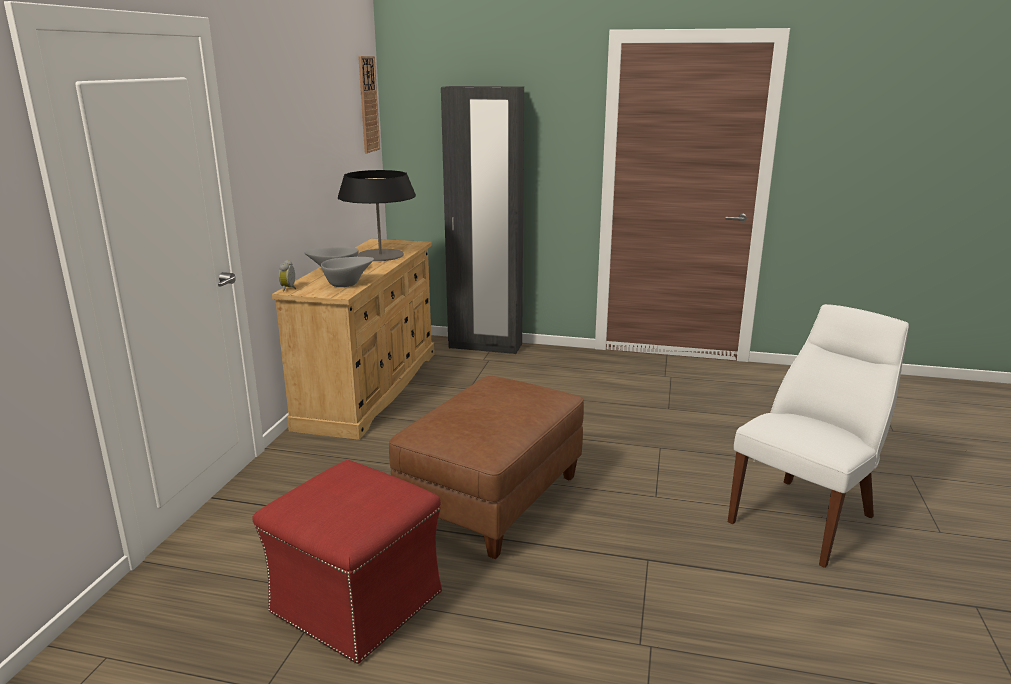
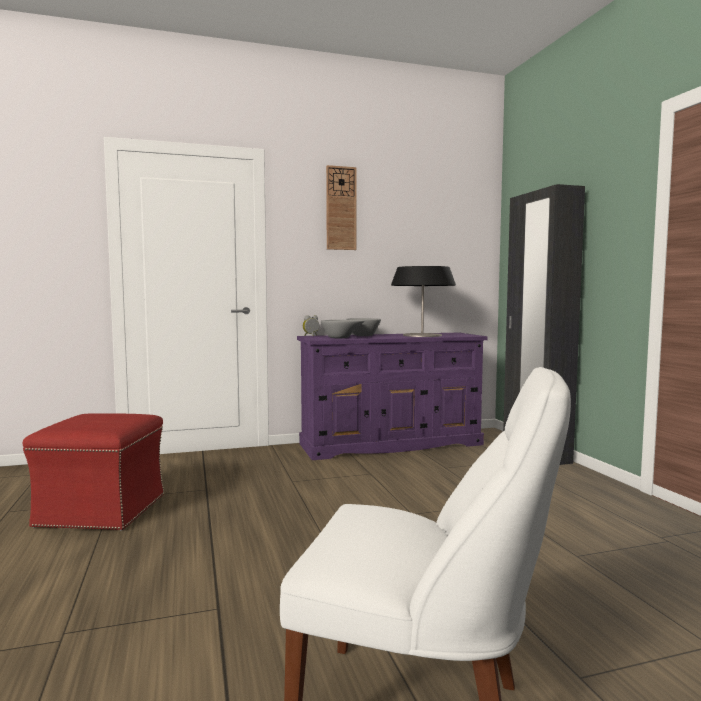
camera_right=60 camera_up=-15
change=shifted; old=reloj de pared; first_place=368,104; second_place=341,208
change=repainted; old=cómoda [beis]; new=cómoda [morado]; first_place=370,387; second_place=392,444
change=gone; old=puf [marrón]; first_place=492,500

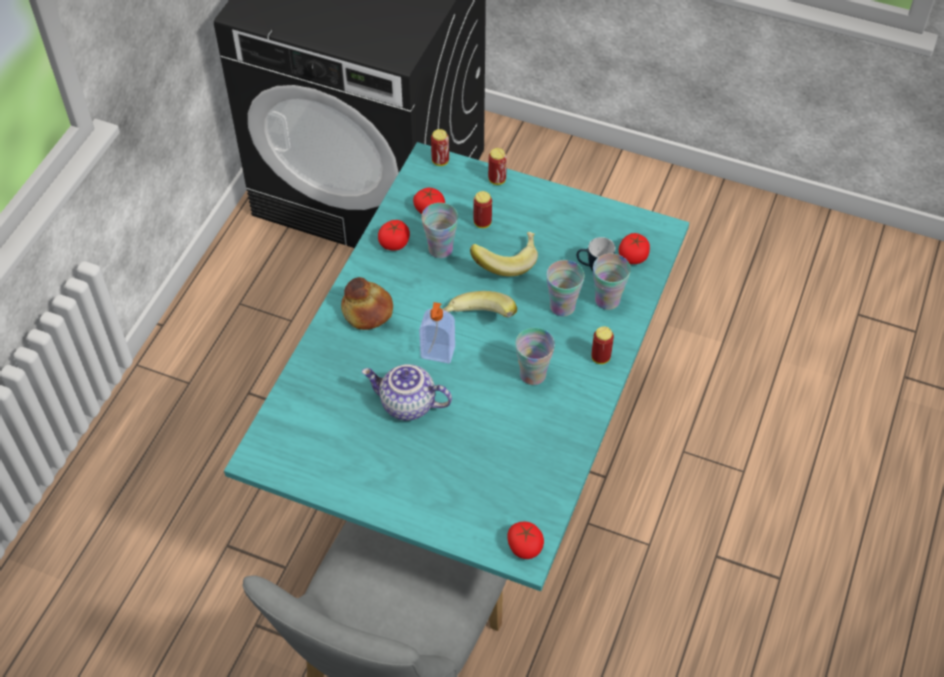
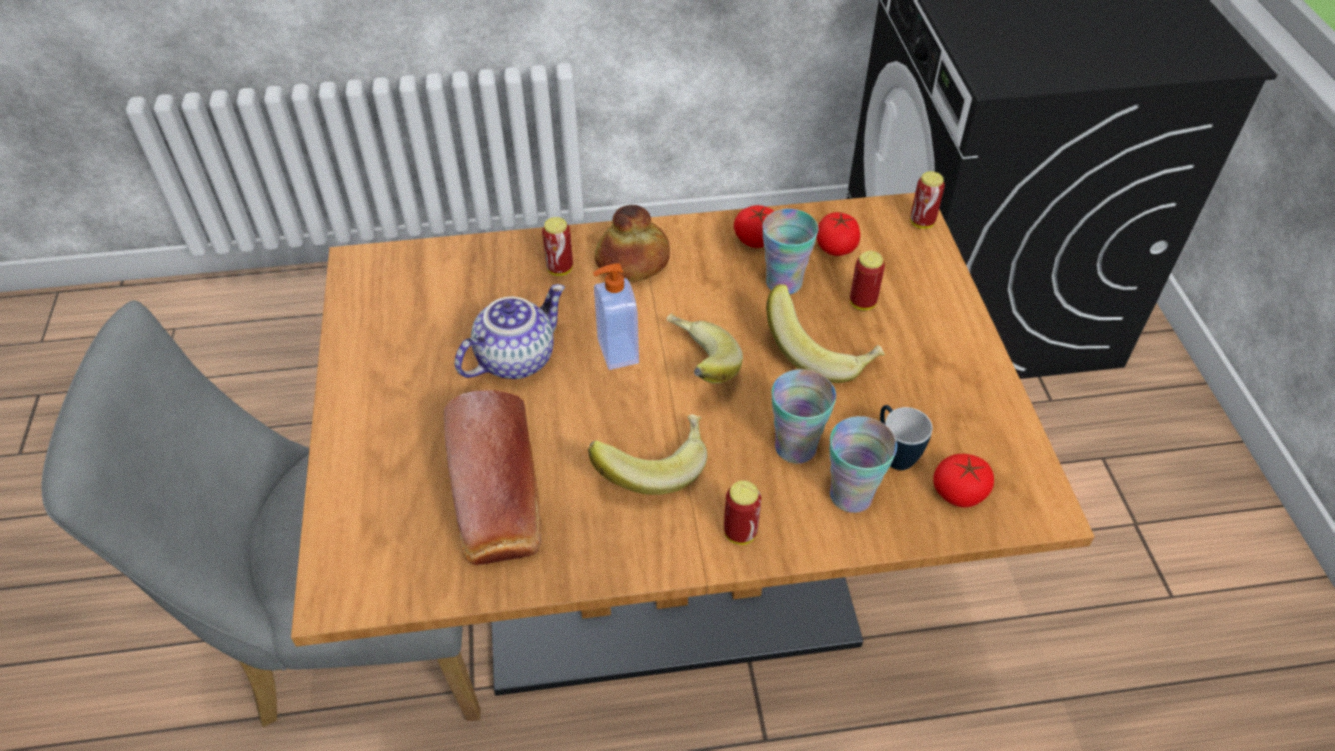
camera_right=60 camera_up=-5
change=repainted; old=mesa de comedor [turquesa]; new=mesa de comedor [marrón]; first_place=472,474; second_place=667,583
change=shifted; old=lata; first_place=497,180; second_place=560,269
change=swapped; old=taza; new=plátano; first_place=533,374; second_place=652,465
change=rotated; old=tetera; first_place=407,405; second_place=515,358; degrees=60
change=gone; old=tomate; first_place=525,546
change=new; new=pan; second_place=498,503

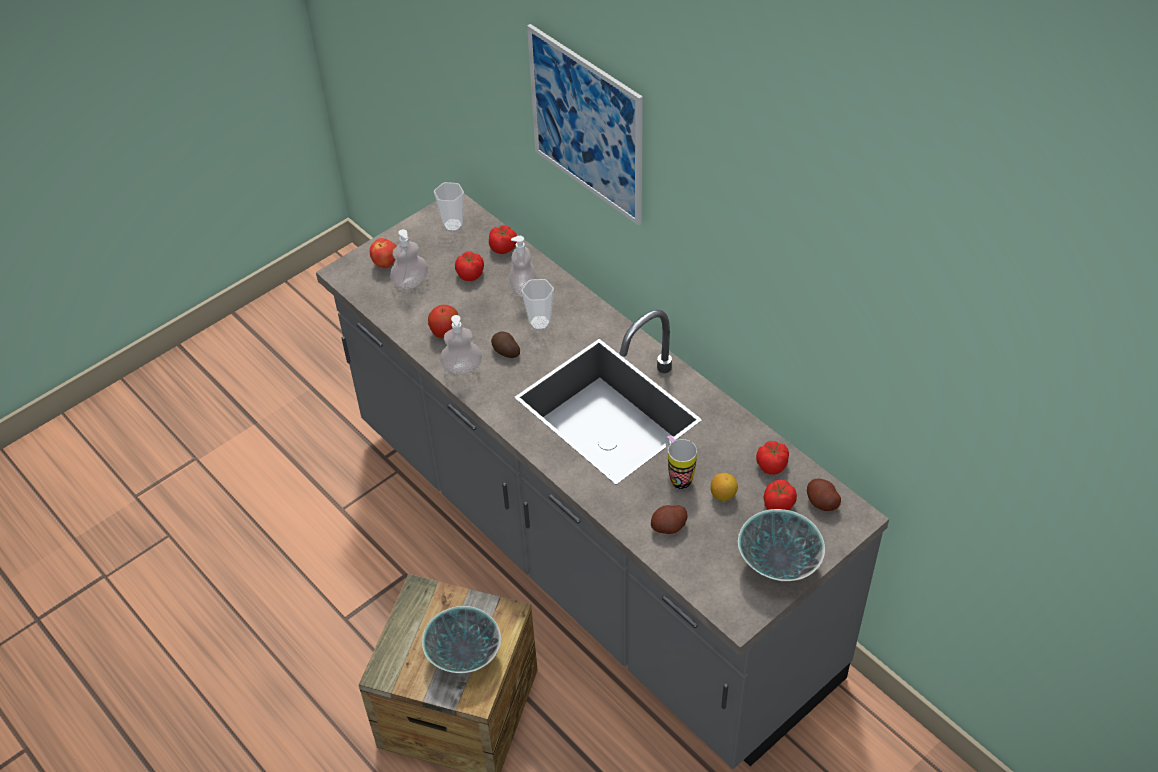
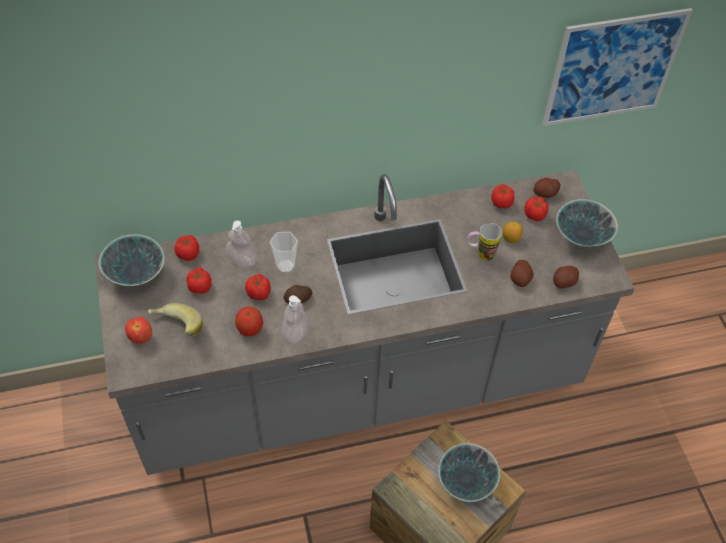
camera_right=-65 camera_up=5
change=shifted; old=cuadro; first_place=586,125; second_place=613,68
change=swapped; old=taza; new=cuenco; first_place=453,225; second_place=135,275
change=swapped; old=dispensador de jabón; new=plátano; first_place=411,282; second_place=176,329
change=new; new=patata; second_place=564,282
change=new; new=tomate; second_place=259,293

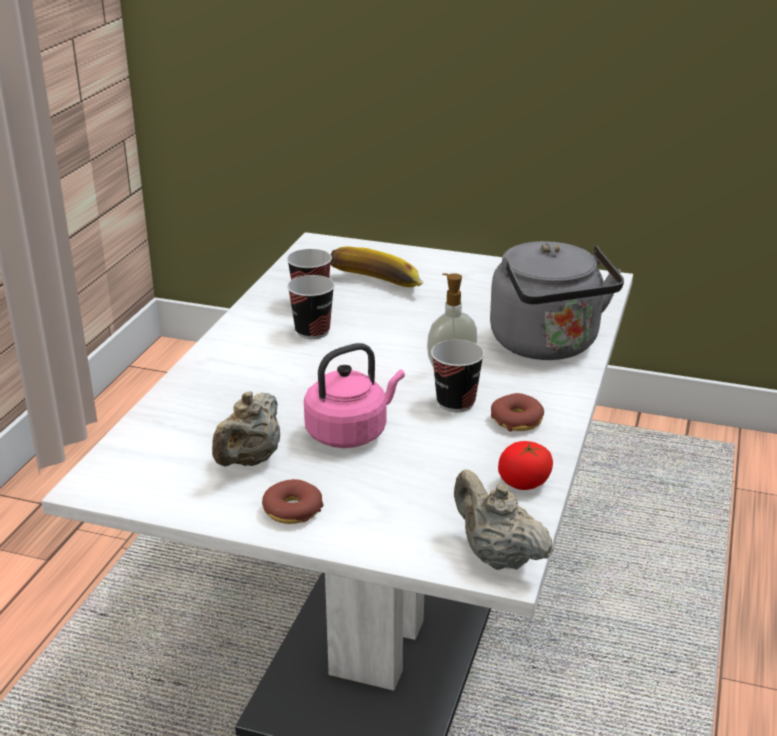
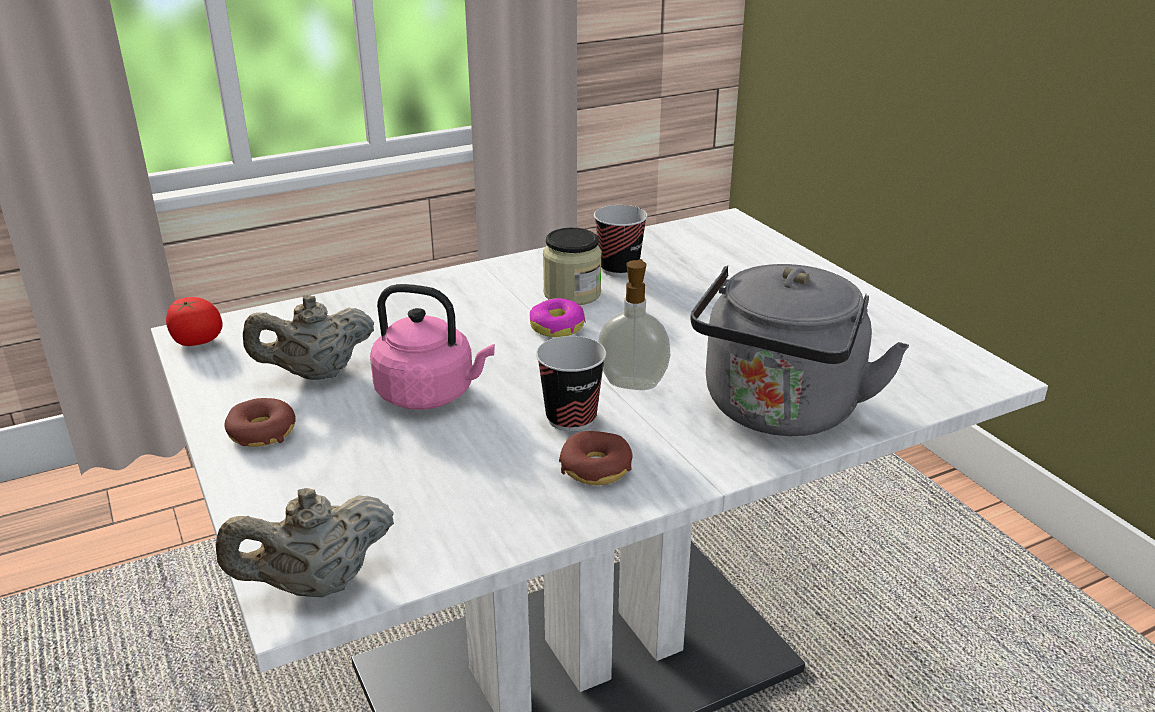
camera_right=45 camera_up=0
change=gone; old=plátano; first_place=374,285
change=swapped; old=taza; new=tarro; first_place=312,331; second_place=572,294
change=shifted; old=tomate; first_place=524,483; second_place=197,342
change=rotated; old=tetera [beis]; first_place=497,556; second_place=316,584; degrees=-120
change=new; new=rosquilla; second_place=557,327

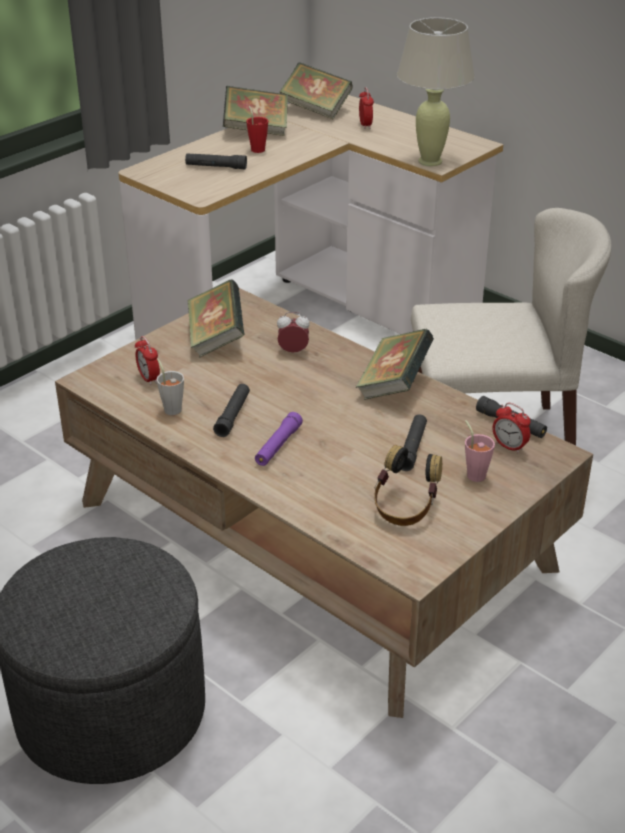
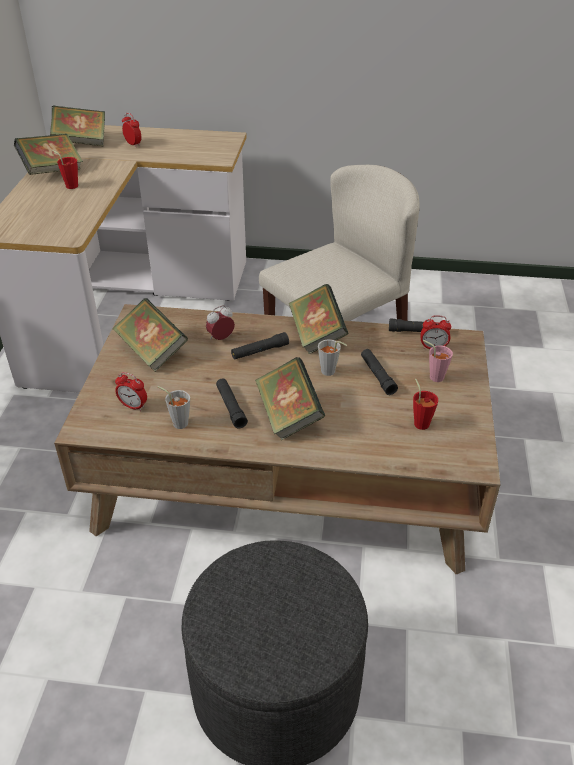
camera_right=-35 camera_up=5
change=gone; old=lámpara de mesa [beis]; first_place=430,161
change=shifted; old=linterna [negro]; first_place=216,167; second_place=260,351
change=swapped; old=linterna [morado]; new=libro; first_place=278,446; second_place=289,416
change=swapped; old=auriculares; new=taza [rojo]; first_place=405,508; second_place=420,421
change=new; new=taza [gris]; second_place=330,372

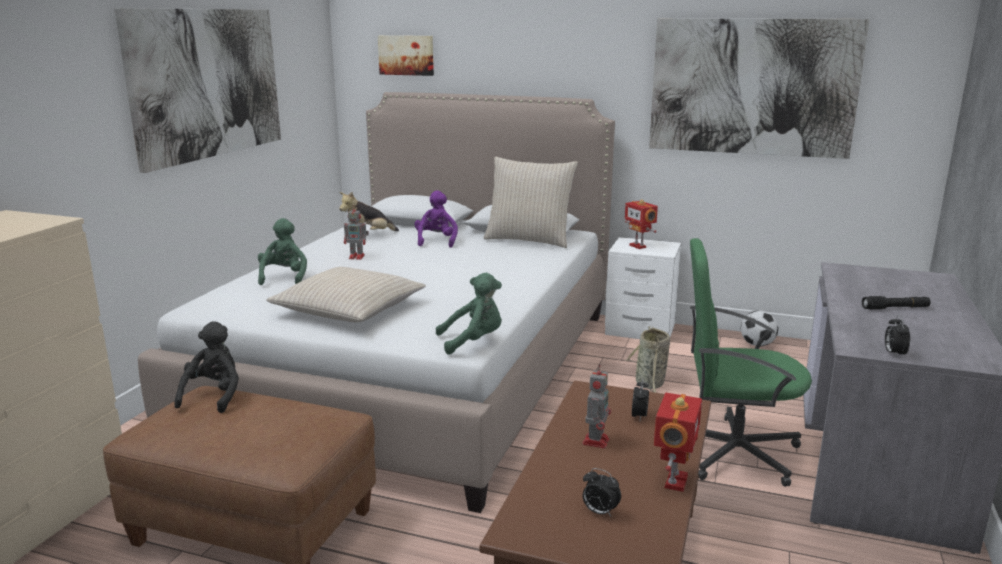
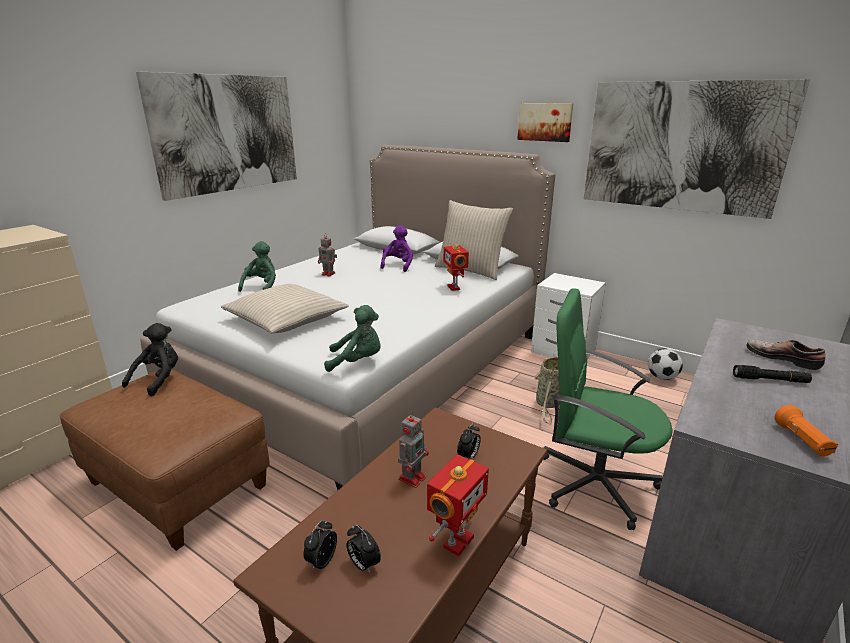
camera_right=15 camera_up=5
change=shifted; old=cuadro; first_place=406,55; second_place=545,122
change=gone; old=peluche; first_place=368,236
change=shifted; old=robot de juguete; first_place=638,246; second_place=454,287
change=shifted; old=despertador; first_place=894,354; second_place=321,561
change=new; new=zapato; second_place=782,358
change=new; new=linterna [naranja]; second_place=802,441

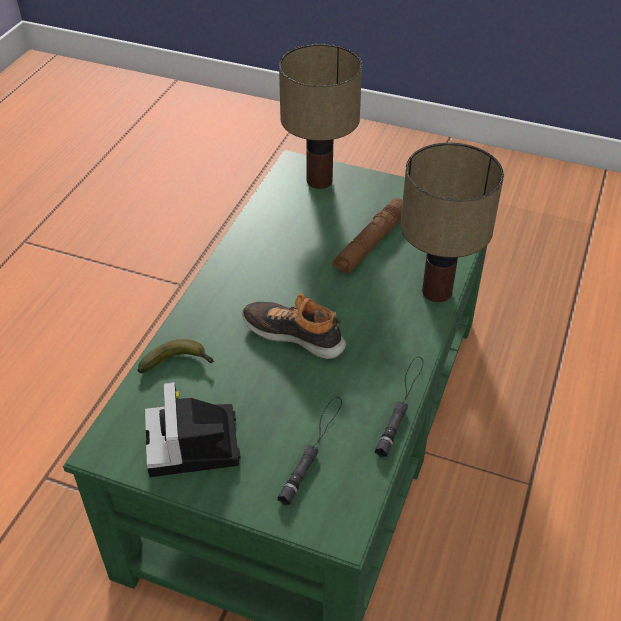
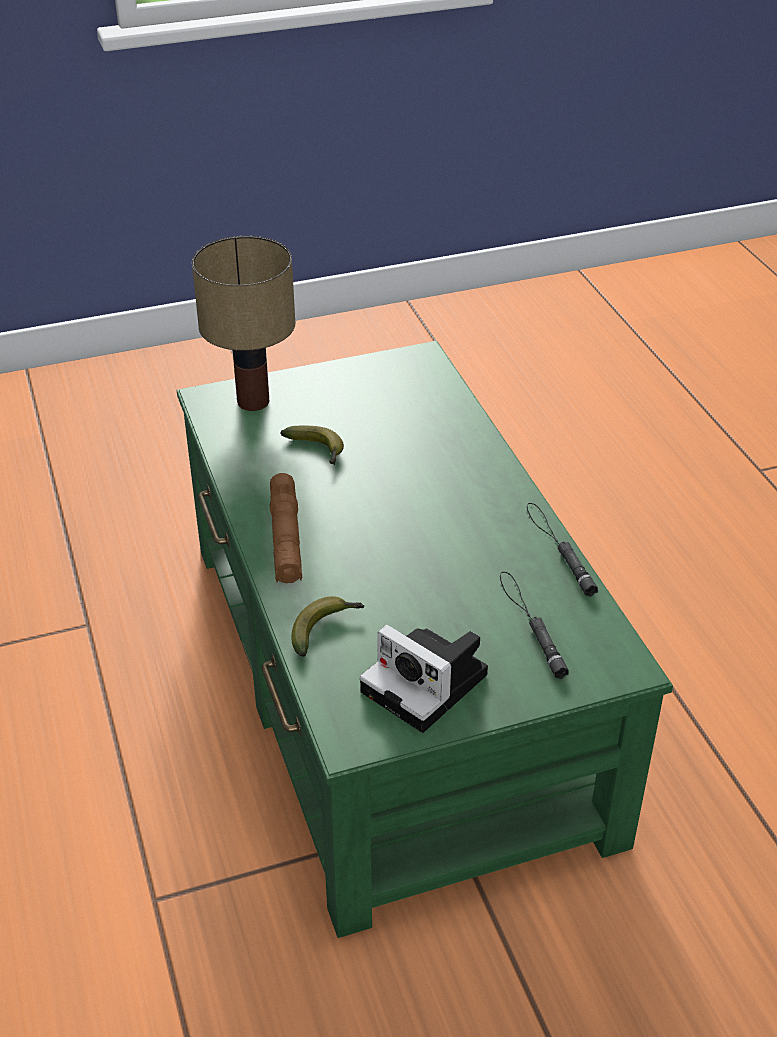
camera_right=-40 camera_up=-5
change=gone; old=lámpara de mesa; first_place=438,291
change=shifted; old=linterna [marrón]; first_place=370,243; second_place=286,538
change=gone; old=zapato; first_place=295,334
change=new; new=plátano; second_place=317,451

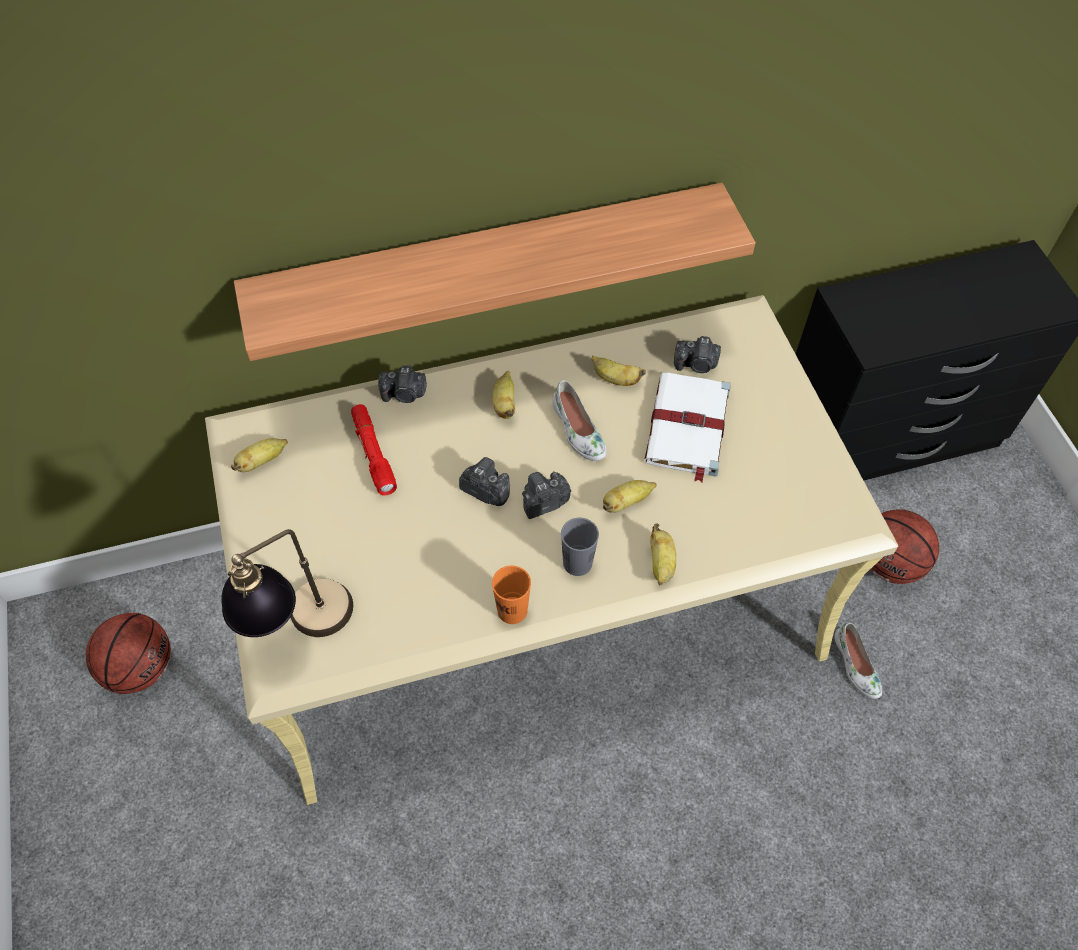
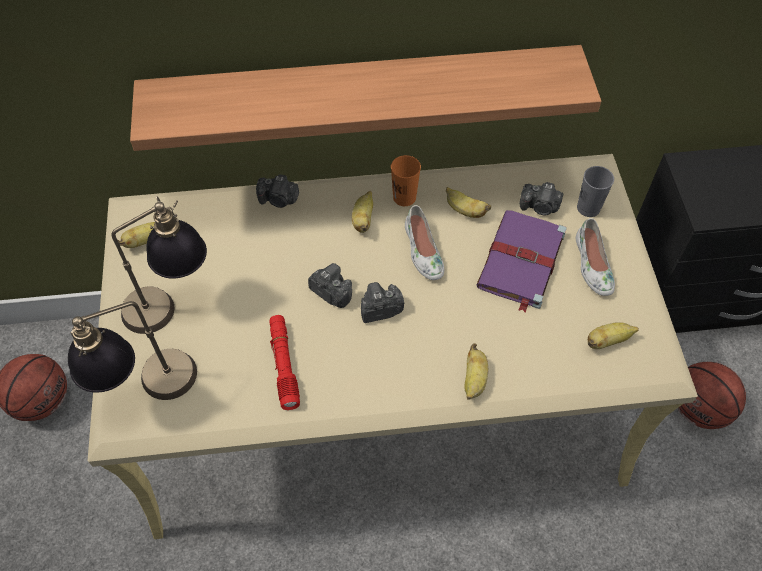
camera_right=10 camera_up=0
change=repainted; old=libro [blanco]; new=libro [morado]; first_place=687,428; second_place=521,262
change=shifted; old=linterna [rojo]; first_place=373,453; second_place=284,365
change=shifted; old=plátano; first_place=626,502; second_place=607,341
change=shifted; old=taza [gris]; first_place=577,563; second_place=588,208
change=shifted; old=taza [naranja]; first_place=512,610; second_place=404,197
change=shifted; old=zapato [blanco]; first_place=855,665; second_place=592,265
change=new; new=lámpara de mesa; second_place=171,305

